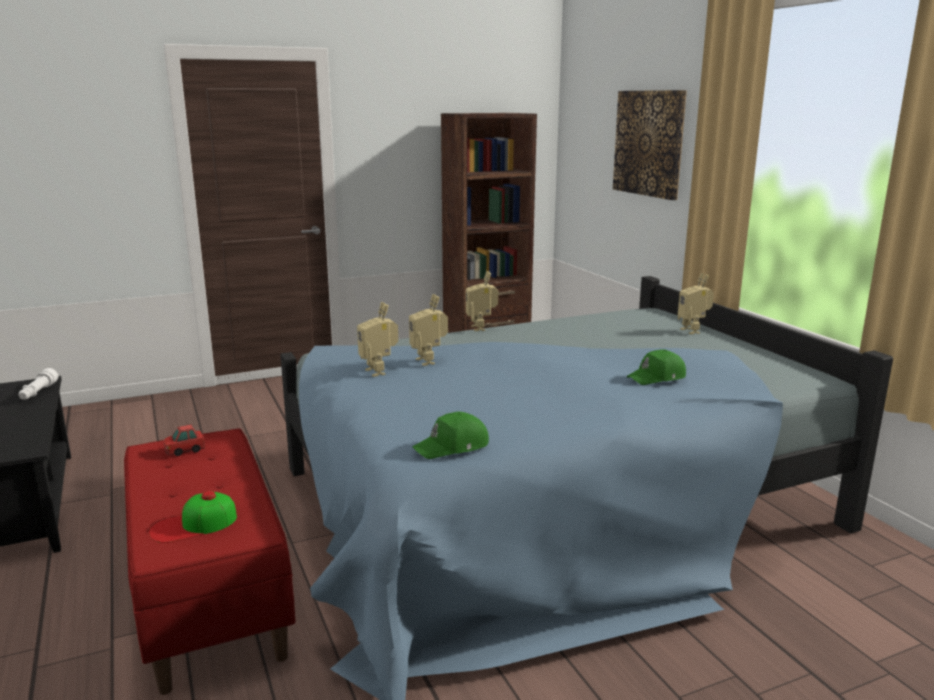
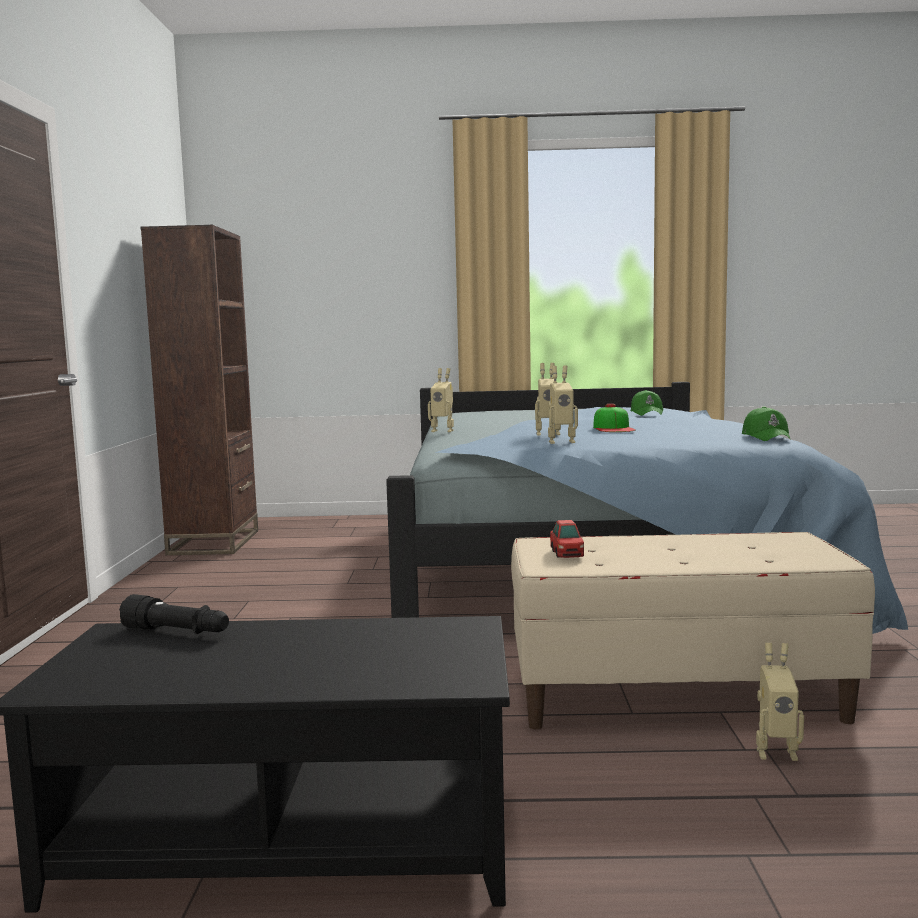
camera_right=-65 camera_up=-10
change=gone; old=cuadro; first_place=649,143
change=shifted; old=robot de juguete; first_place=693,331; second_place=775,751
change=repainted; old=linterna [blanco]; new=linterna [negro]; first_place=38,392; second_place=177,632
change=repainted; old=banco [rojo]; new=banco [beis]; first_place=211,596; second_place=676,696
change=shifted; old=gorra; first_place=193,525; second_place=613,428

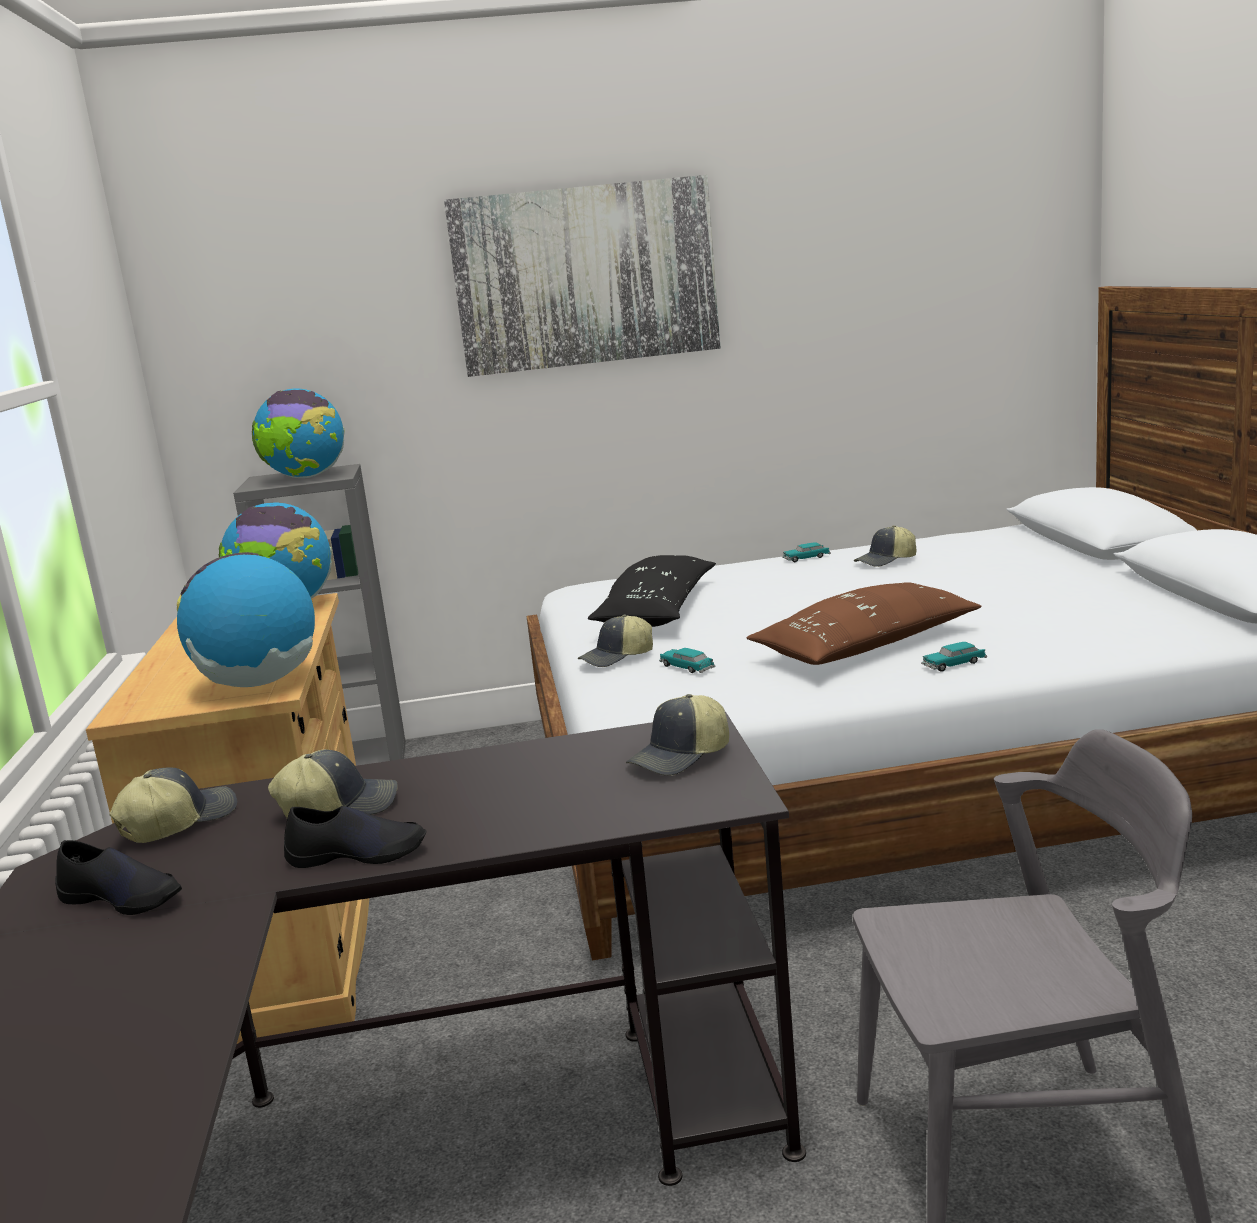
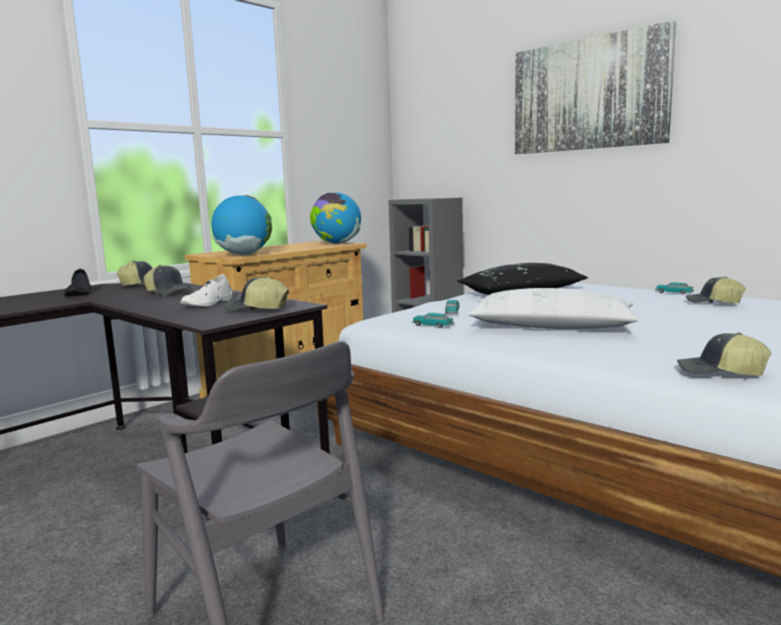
camera_right=50 camera_up=-5
change=gone; old=globo terráqueo; first_place=306,477
change=repainted; old=cojín [marrón]; new=cojín [blanco]; first_place=865,647; second_place=550,327
change=shifted; old=gorra; first_place=617,658; second_place=720,373
change=shifted; old=coche de juguete; first_place=954,664; second_place=432,325
change=gone; old=zapato [negro]; first_place=358,854
change=new; new=zapato [blanco]; second_place=208,303

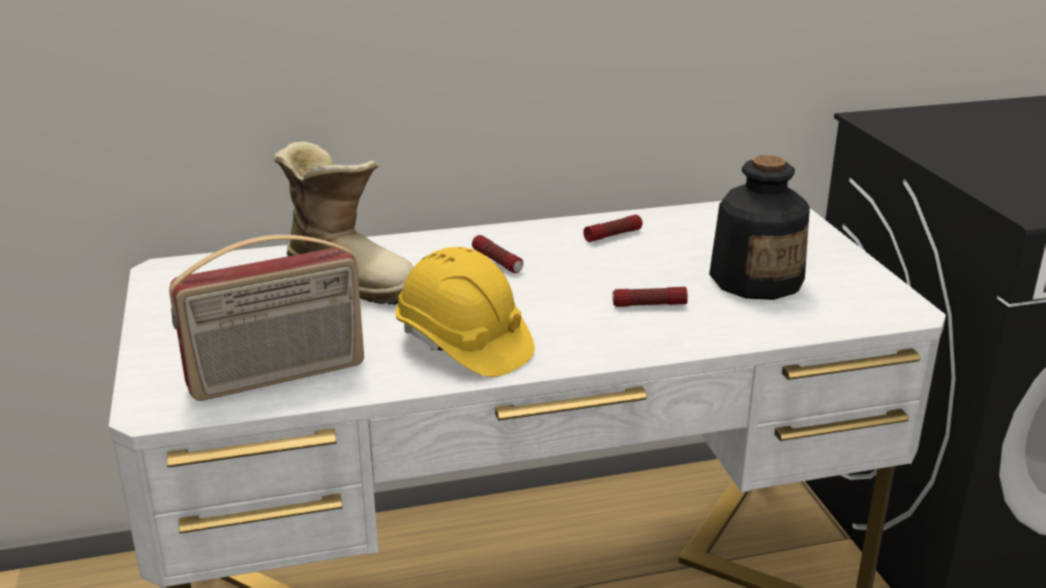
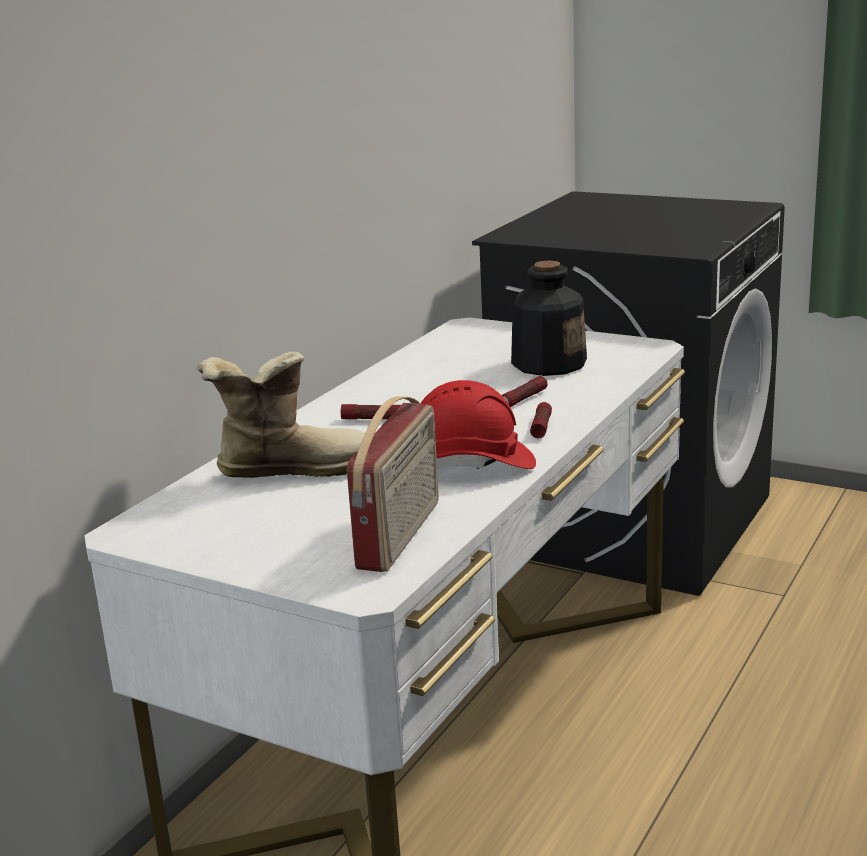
camera_right=-45 camera_up=-5
change=shifted; old=linterna; first_place=613,235; second_place=541,427
change=repainted; old=casco [amarillo]; new=casco [rojo]; first_place=463,345; second_place=471,465

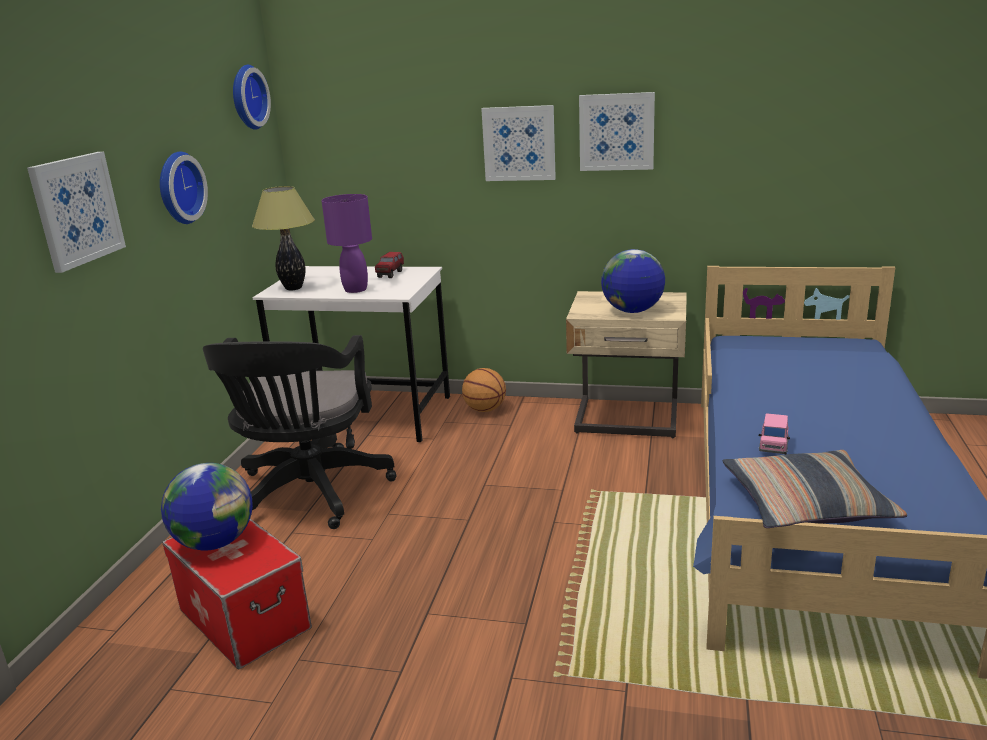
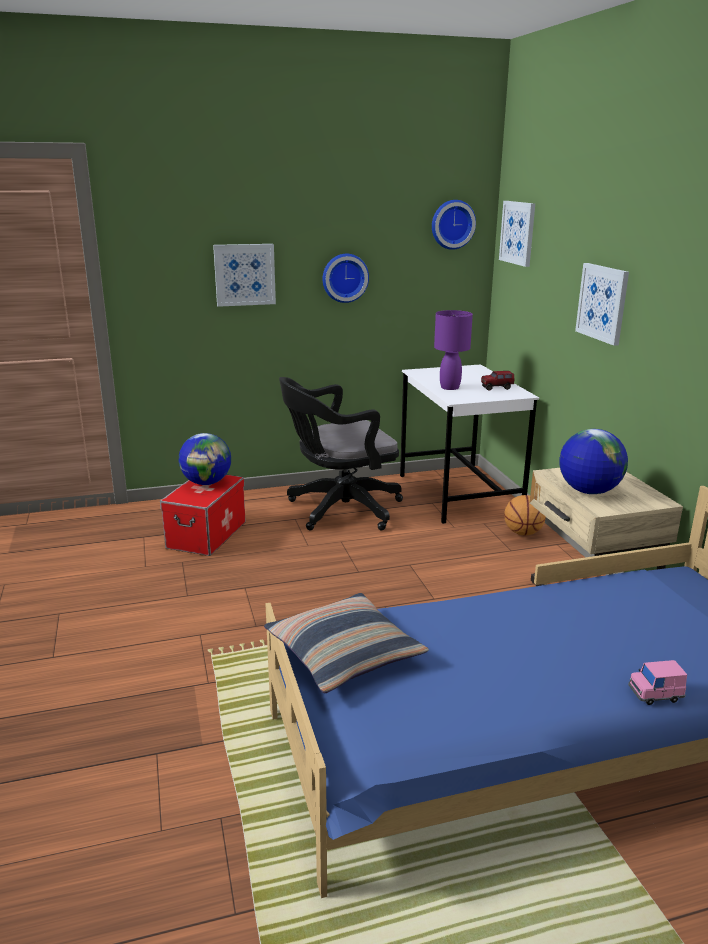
camera_right=60 camera_up=0
change=shifted; old=cuadro; first_place=616,132; second_place=518,233
change=gone; old=lámpara de mesa; first_place=293,288
change=shifted; old=coche de juguete [rosa]; first_place=773,447; second_place=655,694

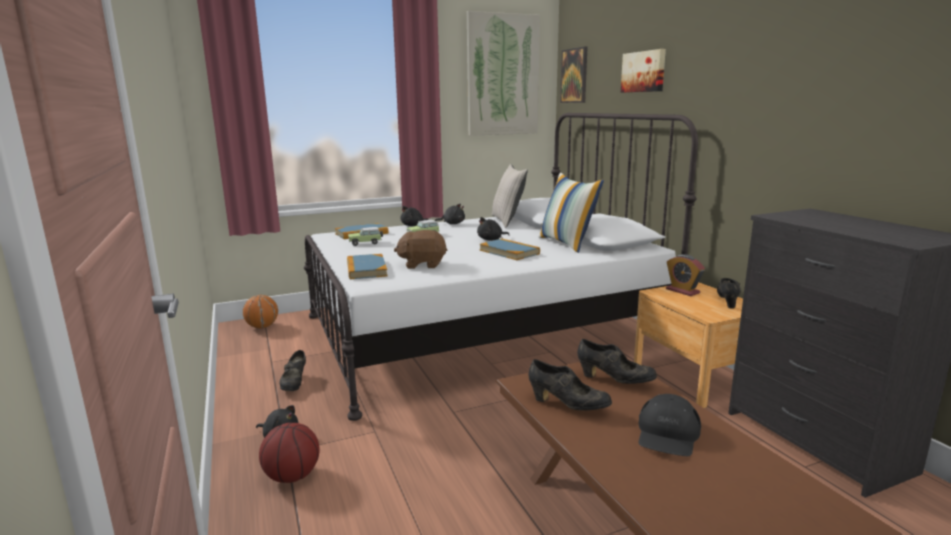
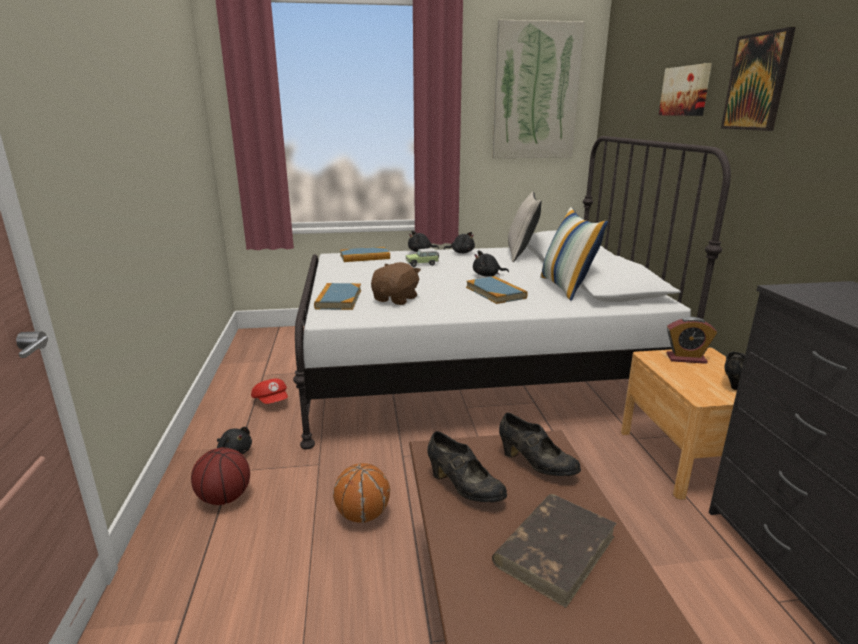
camera_right=15 camera_up=5
change=shifted; old=cuadro; first_place=574,76; second_place=757,82
change=gone; old=coche de juguete; first_place=366,243
change=rotated; old=peluche [marrón]; first_place=422,264; second_place=396,299; degrees=105
change=rotated; old=despertador; first_place=682,291; second_place=686,358; degrees=-60
change=shifted; old=balón de baloncesto; first_place=262,327; second_place=362,515
change=swapped; old=zapato [negro]; new=gorra [rojo]; first_place=294,384; second_place=272,401
change=swapped; old=gorra [negro]; new=libro [marrón]; first_place=667,434; second_place=555,549

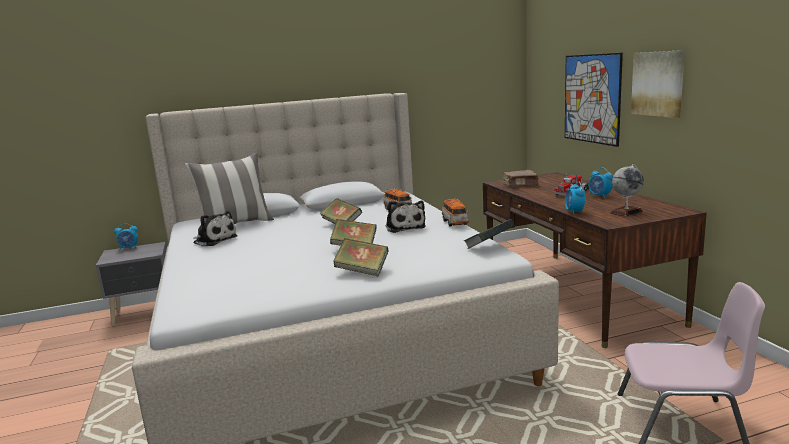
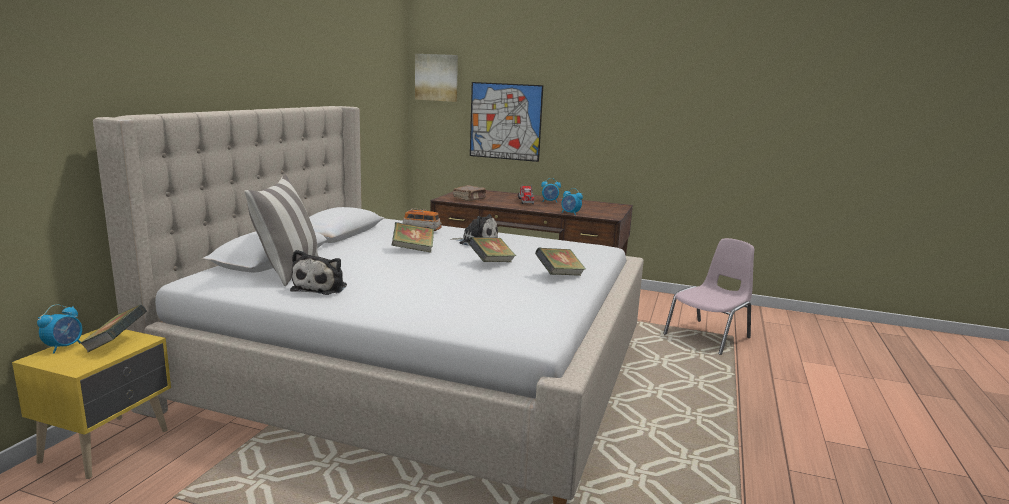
camera_right=-55 camera_up=0
change=shifted; old=cuadro; first_place=658,83; second_place=436,77
change=gone; old=globo terráqueo; first_place=626,212
change=gone; old=coche de juguete; first_place=455,223
change=rotated; old=peluche; first_place=214,240; second_place=321,287; degrees=120
change=shifted; old=libro; first_place=489,247; second_place=116,344
change=repainted; old=mesita de noche [gris]; new=mesita de noche [amarillo]; first_place=145,313; second_place=108,445

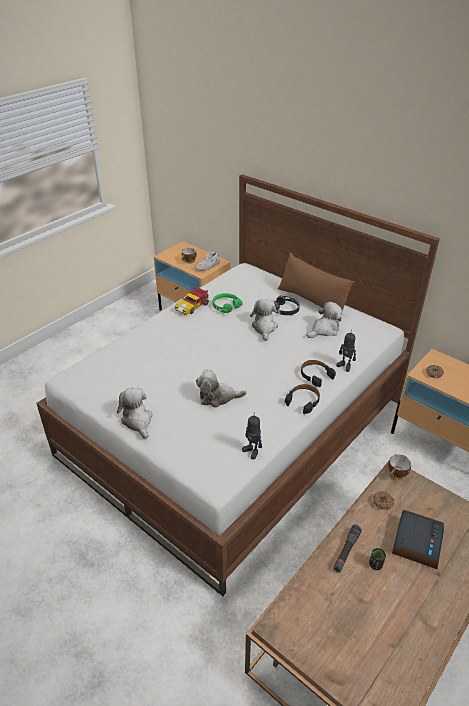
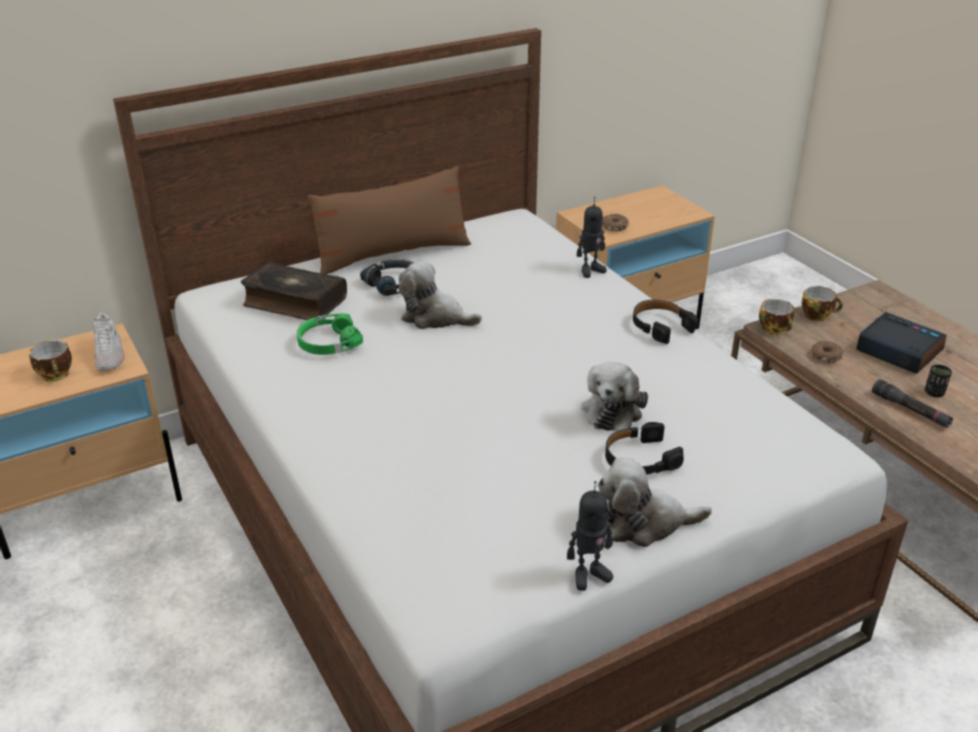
camera_right=-70 camera_up=-5
change=gone; old=coche de juguete; first_place=192,306
change=gone; old=peluche; first_place=324,330
change=shifted; old=auriculares [negro]; first_place=315,375; second_place=639,459
change=shifted; old=robot de juguete; first_place=252,451; second_place=589,575
change=new; new=libro; second_place=294,302
change=new; new=taza; second_place=817,315

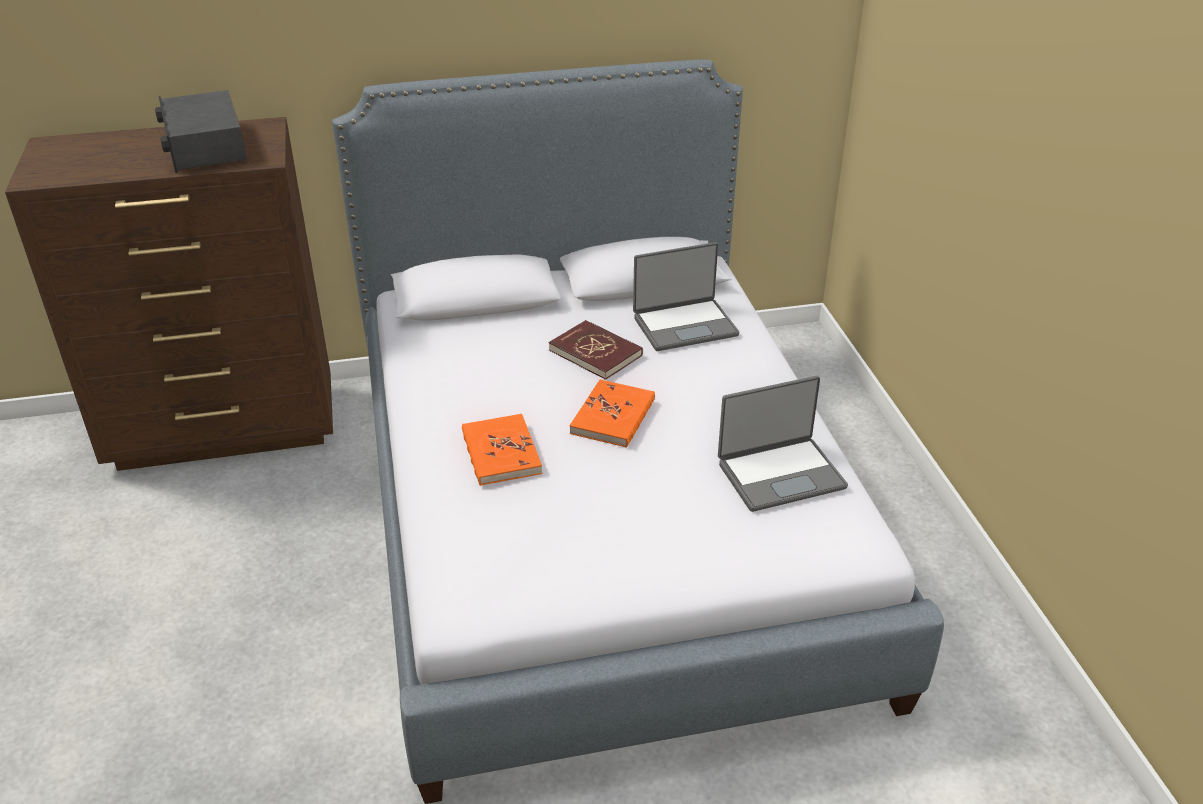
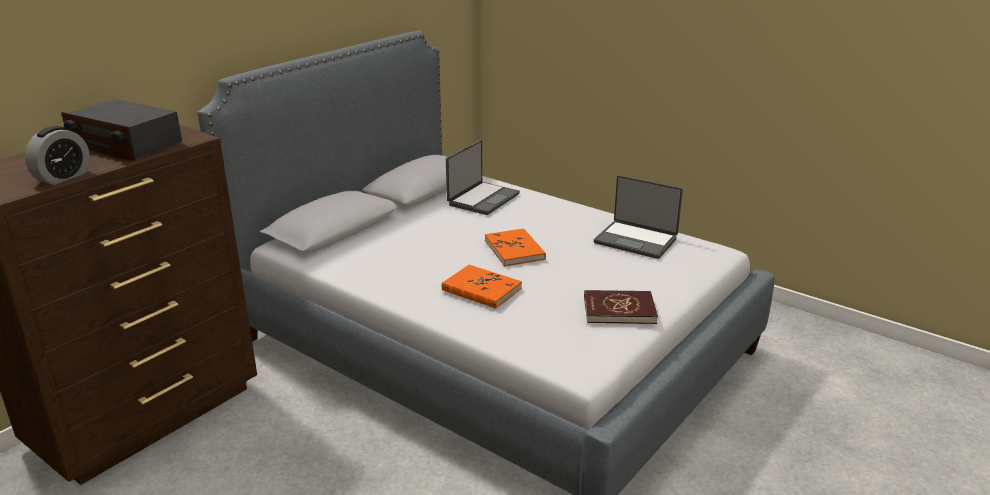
camera_right=-40 camera_up=-10
change=shifted; old=libro [rojo]; first_place=595,353; second_place=619,310
change=rotated; old=portátil; first_place=780,474; second_place=636,240; degrees=90
change=new; new=despertador; second_place=63,177

